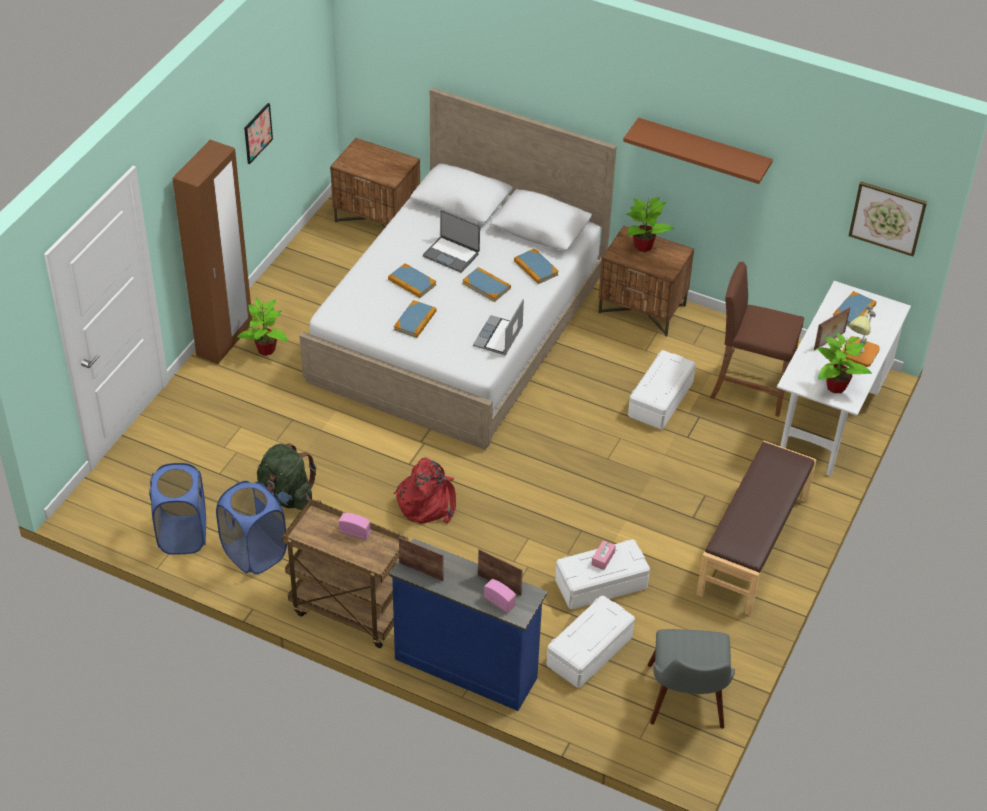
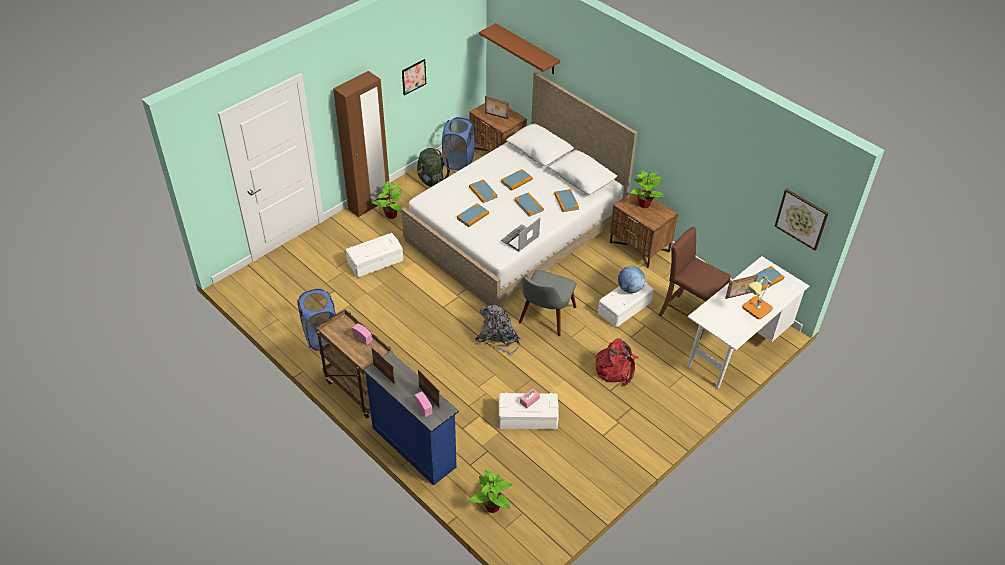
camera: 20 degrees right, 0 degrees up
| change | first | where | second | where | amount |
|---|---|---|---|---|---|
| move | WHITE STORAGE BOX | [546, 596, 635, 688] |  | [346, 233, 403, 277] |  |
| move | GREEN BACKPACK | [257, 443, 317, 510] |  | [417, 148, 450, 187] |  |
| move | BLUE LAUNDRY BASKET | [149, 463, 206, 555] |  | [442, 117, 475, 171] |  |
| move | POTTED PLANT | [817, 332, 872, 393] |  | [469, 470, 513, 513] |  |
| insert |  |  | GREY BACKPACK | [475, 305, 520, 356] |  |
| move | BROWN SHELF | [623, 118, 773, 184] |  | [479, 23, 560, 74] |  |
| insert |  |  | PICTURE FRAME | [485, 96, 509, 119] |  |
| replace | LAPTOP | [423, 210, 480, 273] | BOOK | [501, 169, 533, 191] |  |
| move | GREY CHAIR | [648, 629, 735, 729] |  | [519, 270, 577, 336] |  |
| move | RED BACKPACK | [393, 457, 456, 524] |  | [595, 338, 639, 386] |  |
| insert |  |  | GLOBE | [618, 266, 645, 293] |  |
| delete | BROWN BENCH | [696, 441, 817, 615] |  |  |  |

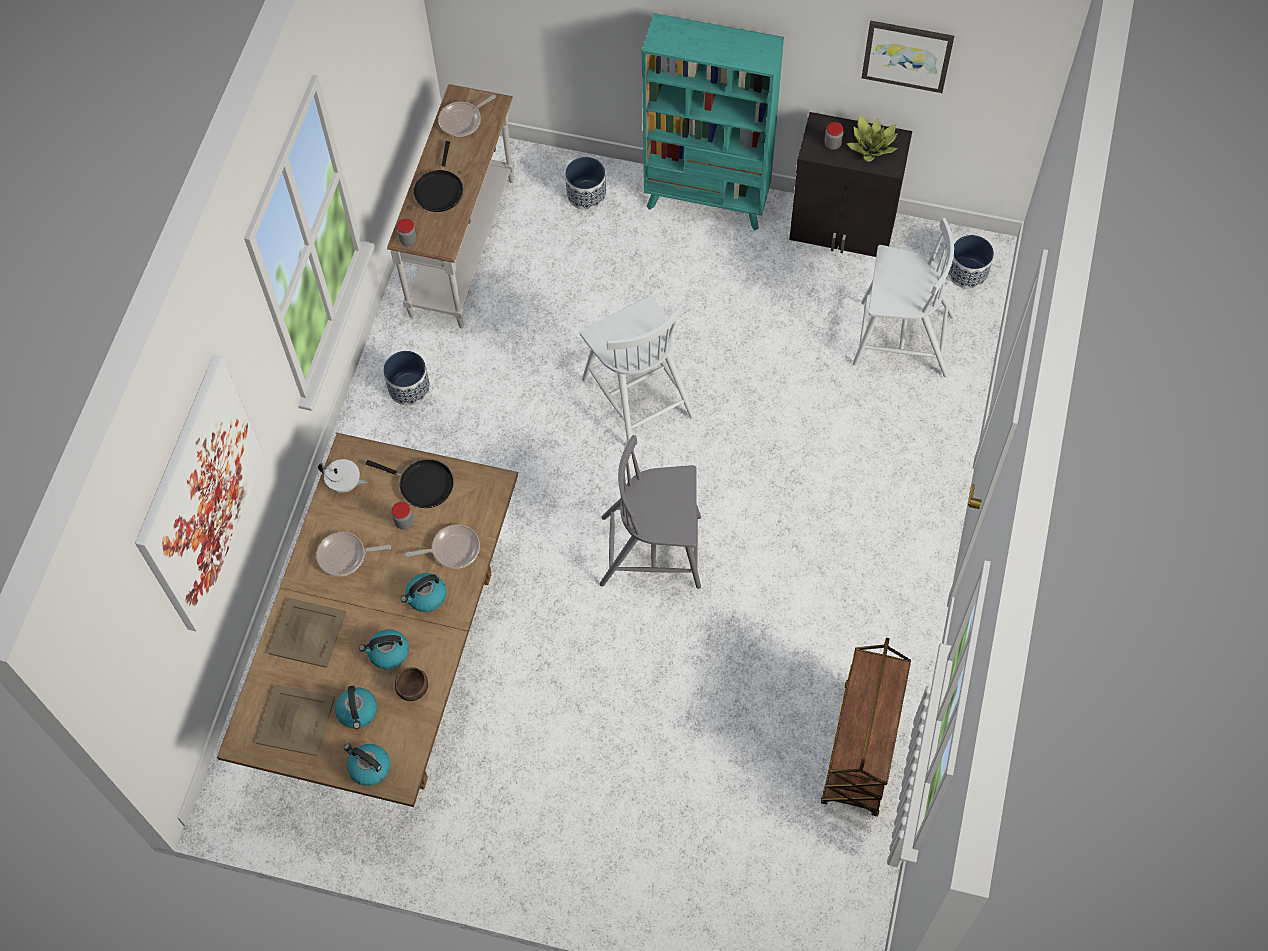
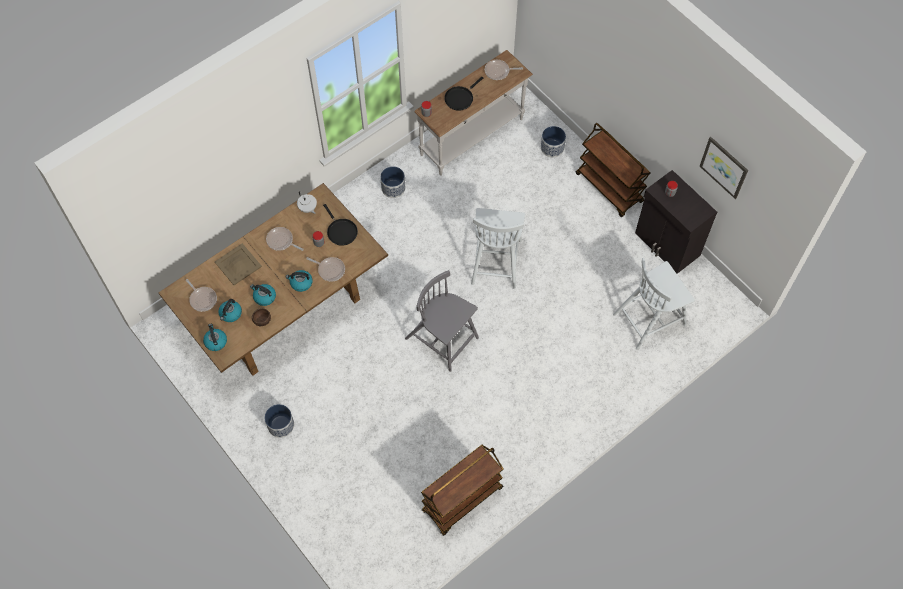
camera: 35 degrees right, 0 degrees up
| change | first | where | second | where | amount |
|---|---|---|---|---|---|
| replace | BEIGE TRAY | [256, 684, 335, 756] | FRYING PAN | [186, 279, 217, 312] |  |
| move | PLANTER | [948, 235, 994, 289] |  | [264, 404, 294, 438] |  |
| replace | TURQUOISE BOOKCASE | [642, 13, 784, 231] | BROWN CART | [576, 123, 650, 217] |  |
| rotate | WHITE CHAIR | [853, 218, 955, 377] |  | [613, 258, 695, 350] | 105 degrees clockwise |
| delete | PICTURE | [135, 355, 265, 632] |  |  |  |
| delete | POTTED PLANT | [846, 114, 898, 162] |  |  |  |

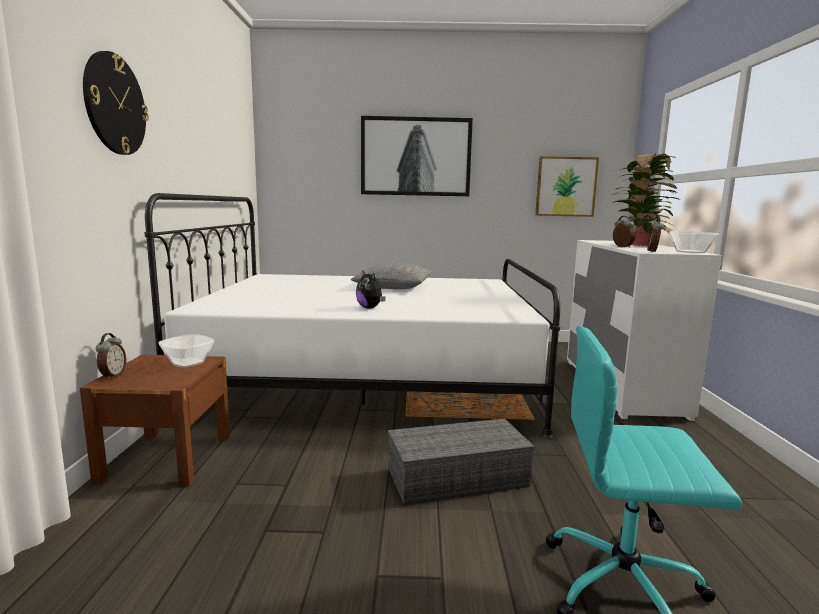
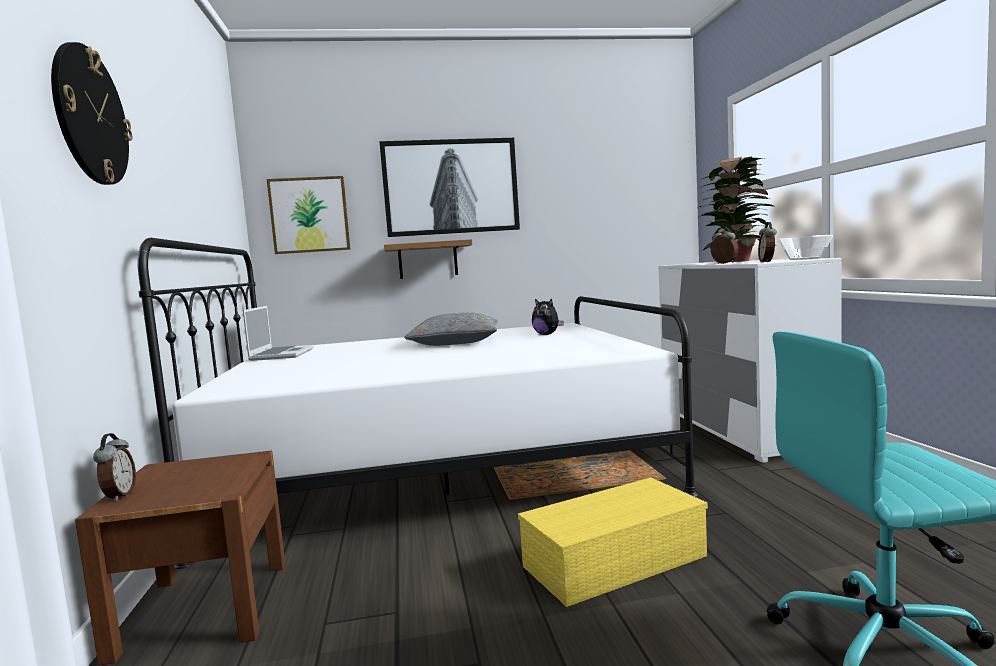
camera: 10 degrees left, 5 degrees down
| change | first | where | second | where | amount |
|---|---|---|---|---|---|
| insert |  |  | LAPTOP | [243, 306, 314, 361] |  |
| move | PICTURE | [535, 156, 599, 217] |  | [267, 176, 351, 254] |  |
| insert |  |  | SHELF | [384, 239, 472, 279] |  |
| recolor | GREY STORAGE BOX | [388, 418, 535, 505] | YELLOW STORAGE BOX | [518, 477, 708, 607] |  |
| move | PLUSH TOY | [356, 270, 386, 308] |  | [532, 298, 564, 335] |  |
| delete | BOWL | [158, 334, 214, 368] |  |  |  |

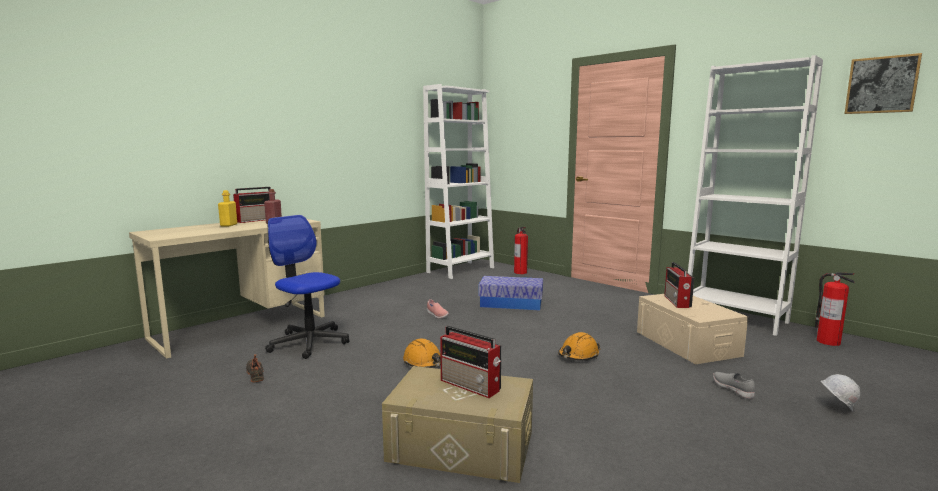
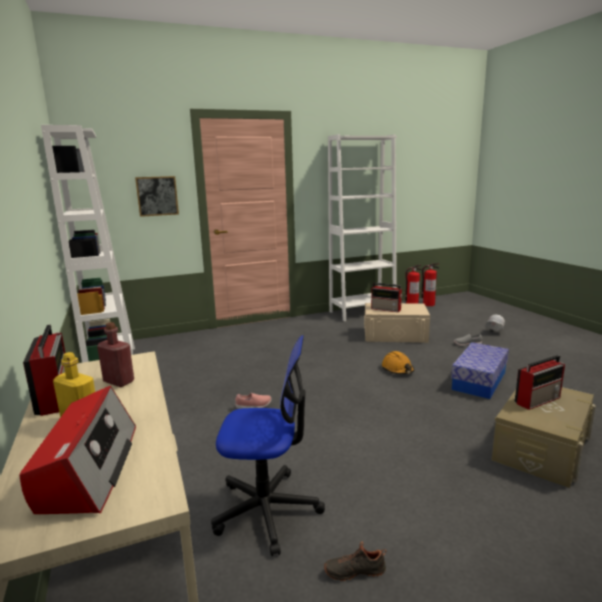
camera: 65 degrees left, 5 degrees up
| change | first | where | second | where | amount |
|---|---|---|---|---|---|
| insert |  |  | RADIO | [20, 386, 136, 514] |  |
| move | PICTURE | [844, 53, 922, 114] |  | [135, 176, 179, 217] |  |
| rotate | OFFICE CHAIR | [265, 215, 350, 359] |  | [211, 335, 325, 556] | 150 degrees counterclockwise |
| move | FIRE EXTINGUISHER | [514, 227, 528, 274] |  | [421, 263, 439, 306] |  |
| move | STORAGE BOX | [478, 276, 543, 310] |  | [451, 342, 509, 399] |  |
| delete | ORANGE HARD HAT | [403, 338, 441, 368] |  |  |  |

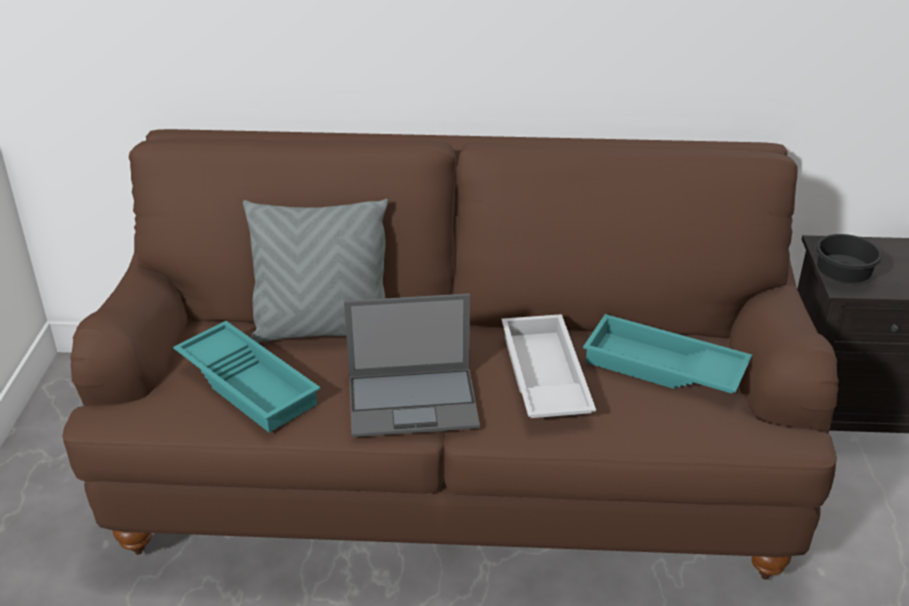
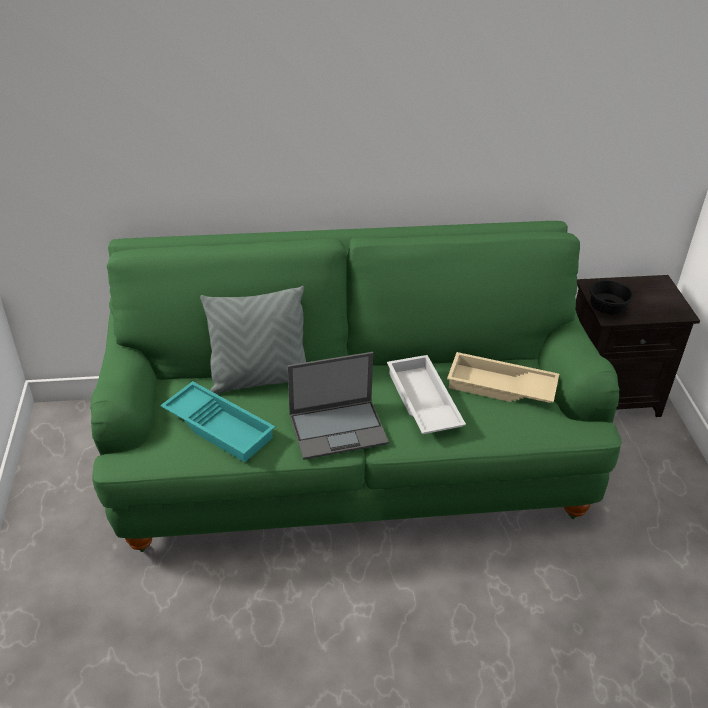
camera: 10 degrees left, 5 degrees up
| change | first | where | second | where | amount |
|---|---|---|---|---|---|
| recolor | BROWN SOFA | [62, 129, 839, 580] | GREEN SOFA | [90, 221, 622, 552] |  |
| recolor | TURQUOISE TRAY | [583, 314, 752, 393] | BEIGE TRAY | [447, 352, 559, 403] |  |

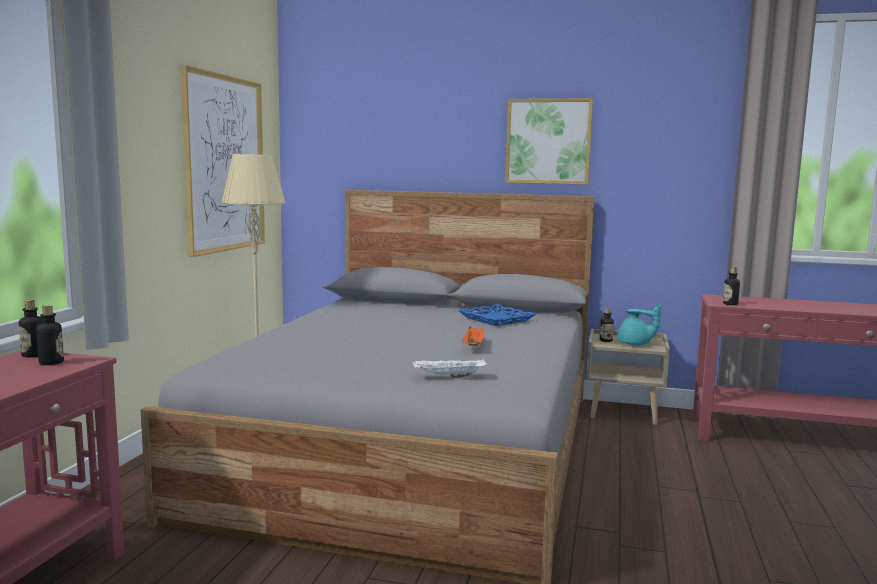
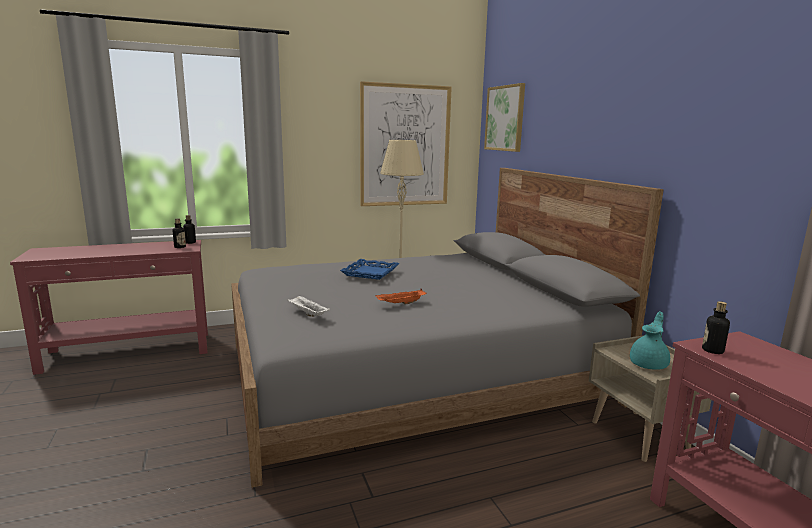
camera: 55 degrees right, 5 degrees up
| change | first | where | second | where | amount |
|---|---|---|---|---|---|
| move | BLUE TRAY | [458, 304, 536, 326] |  | [340, 259, 399, 280] |  |
| move | PICTURE | [505, 98, 593, 184] |  | [484, 83, 525, 152] |  |
| rotate | TURQUOISE TEAPOT | [618, 305, 661, 345] |  | [630, 311, 670, 370] | 135 degrees counterclockwise |
| delete | BOTTLE | [600, 308, 614, 342] |  |  |  |

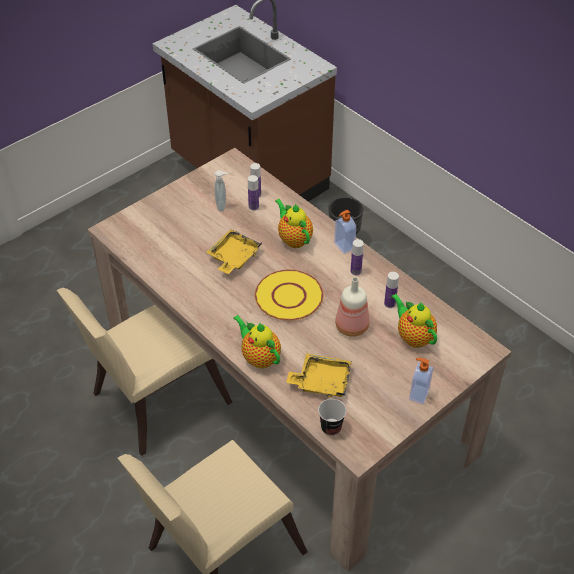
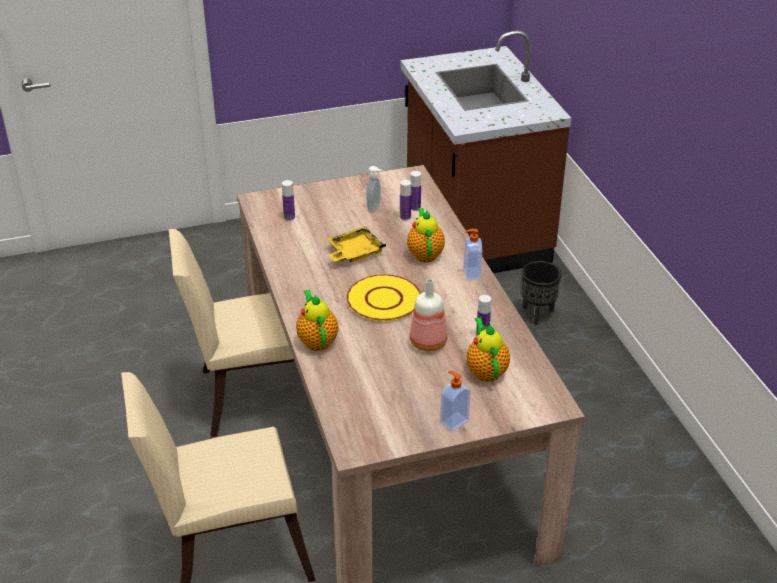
camera: 25 degrees right, 10 degrees down
| change | first | where | second | where | amount |
|---|---|---|---|---|---|
| move | BOTTLE | [351, 239, 364, 275] |  | [282, 180, 295, 221] |  |
| delete | YELLOW TRAY | [286, 353, 352, 397] |  |  |  |
| delete | CUP | [318, 399, 346, 436] |  |  |  |

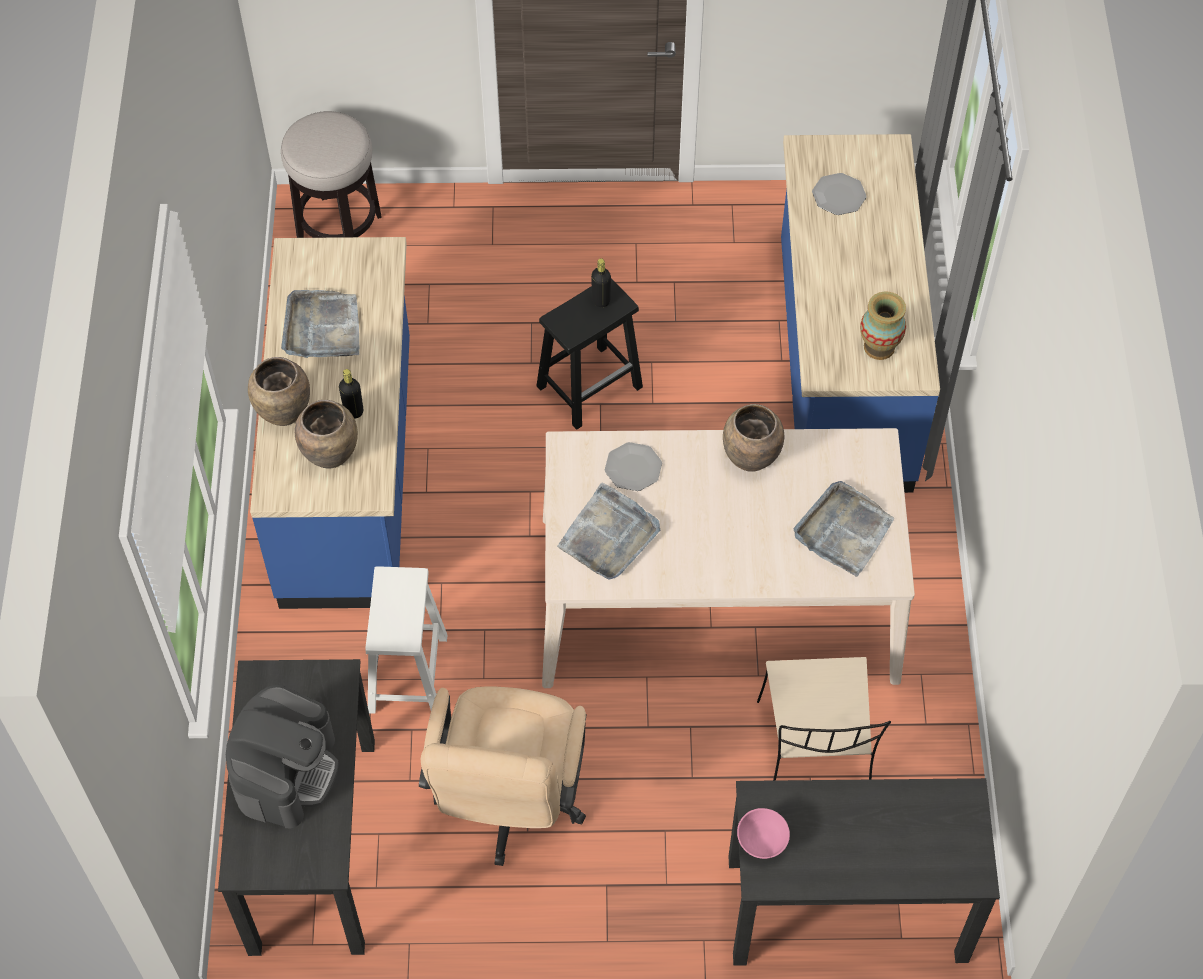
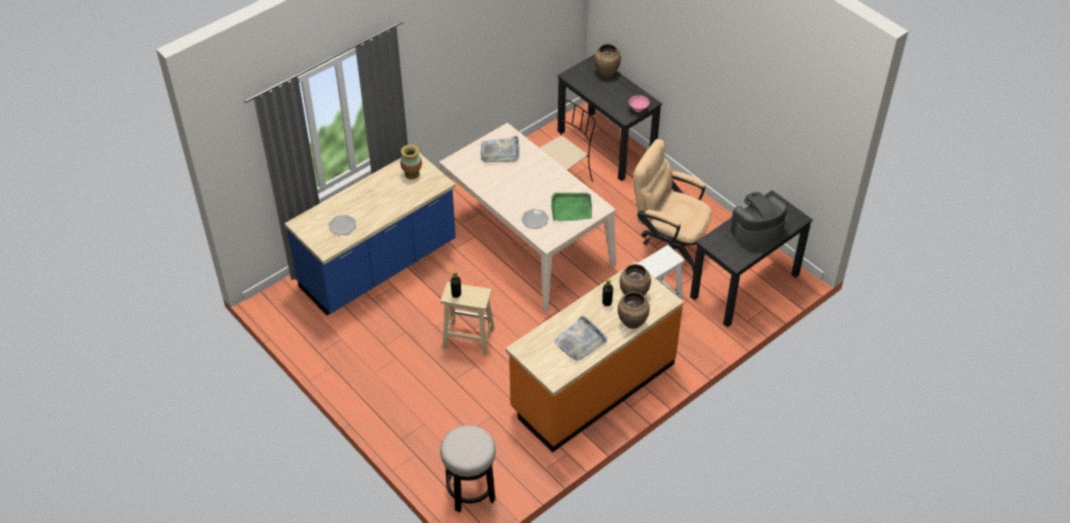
camera: 130 degrees left, 10 degrees down
| change | first | where | second | where | amount |
|---|---|---|---|---|---|
| recolor | BLACK STOOL | [536, 278, 643, 430] | BEIGE STOOL | [441, 282, 495, 355] |  |
| recolor | BLUE COUNTER | [250, 237, 410, 609] | ORANGE COUNTER | [505, 262, 684, 453] |  |
| recolor | GREY TRAY | [557, 483, 660, 580] | GREEN TRAY | [551, 193, 592, 221] |  |
| move | BROWN VASE | [723, 404, 784, 472] |  | [594, 44, 621, 77] |  |
| rotate | BEIGE OFFICE CHAIR | [419, 686, 587, 866] |  | [633, 139, 712, 271] | 120 degrees counterclockwise |

